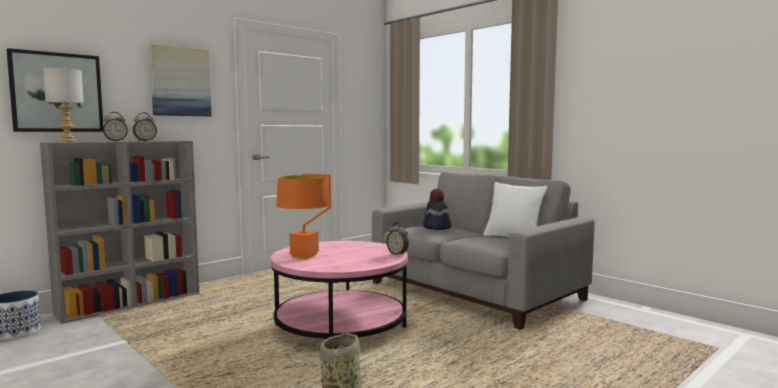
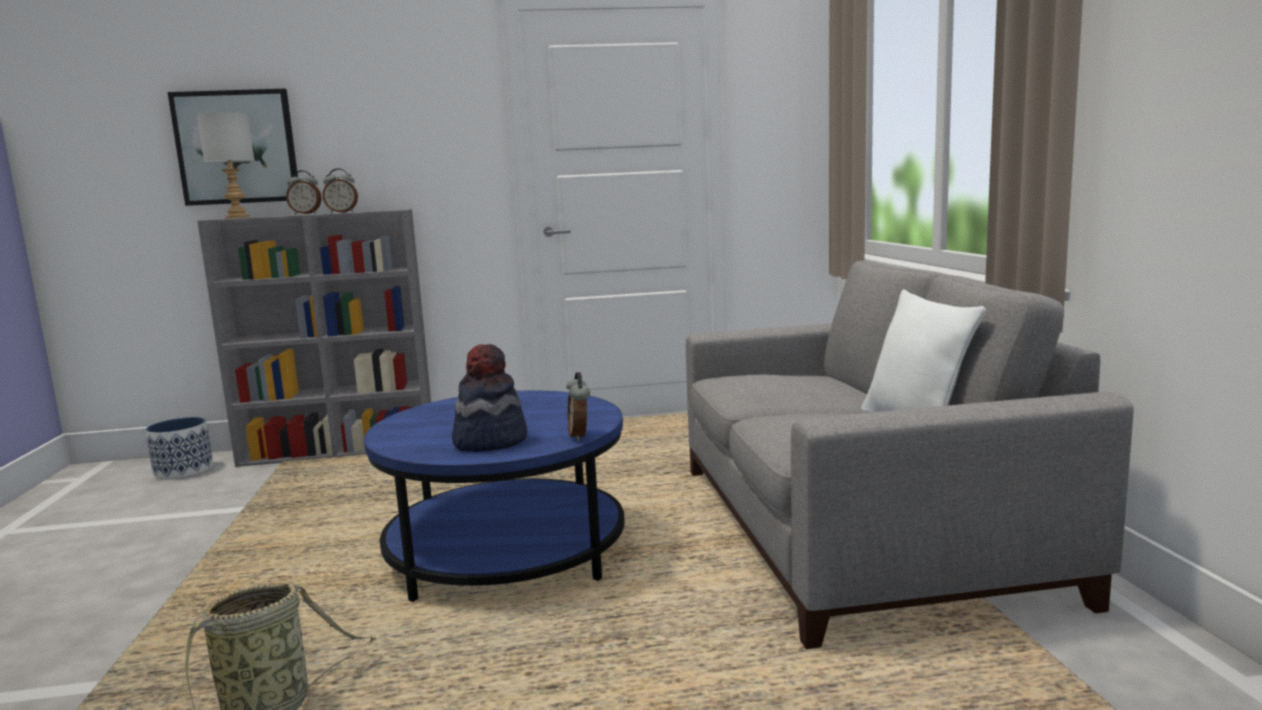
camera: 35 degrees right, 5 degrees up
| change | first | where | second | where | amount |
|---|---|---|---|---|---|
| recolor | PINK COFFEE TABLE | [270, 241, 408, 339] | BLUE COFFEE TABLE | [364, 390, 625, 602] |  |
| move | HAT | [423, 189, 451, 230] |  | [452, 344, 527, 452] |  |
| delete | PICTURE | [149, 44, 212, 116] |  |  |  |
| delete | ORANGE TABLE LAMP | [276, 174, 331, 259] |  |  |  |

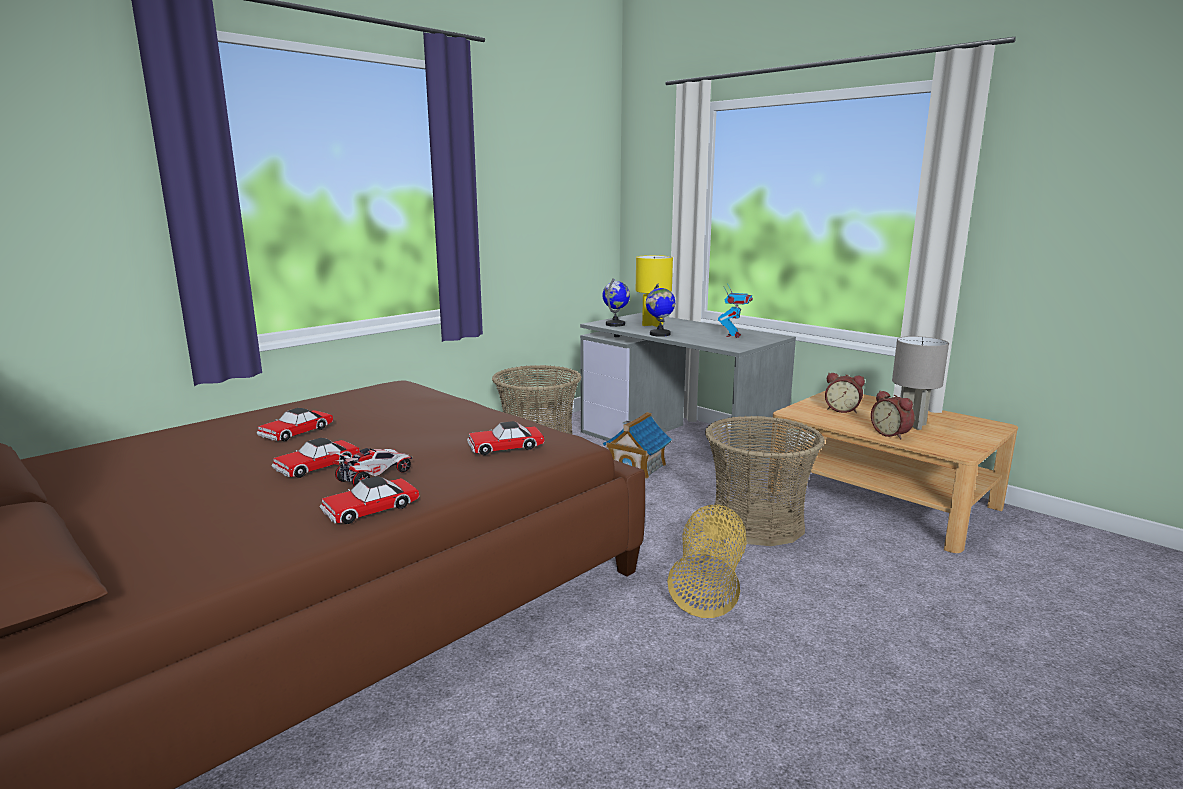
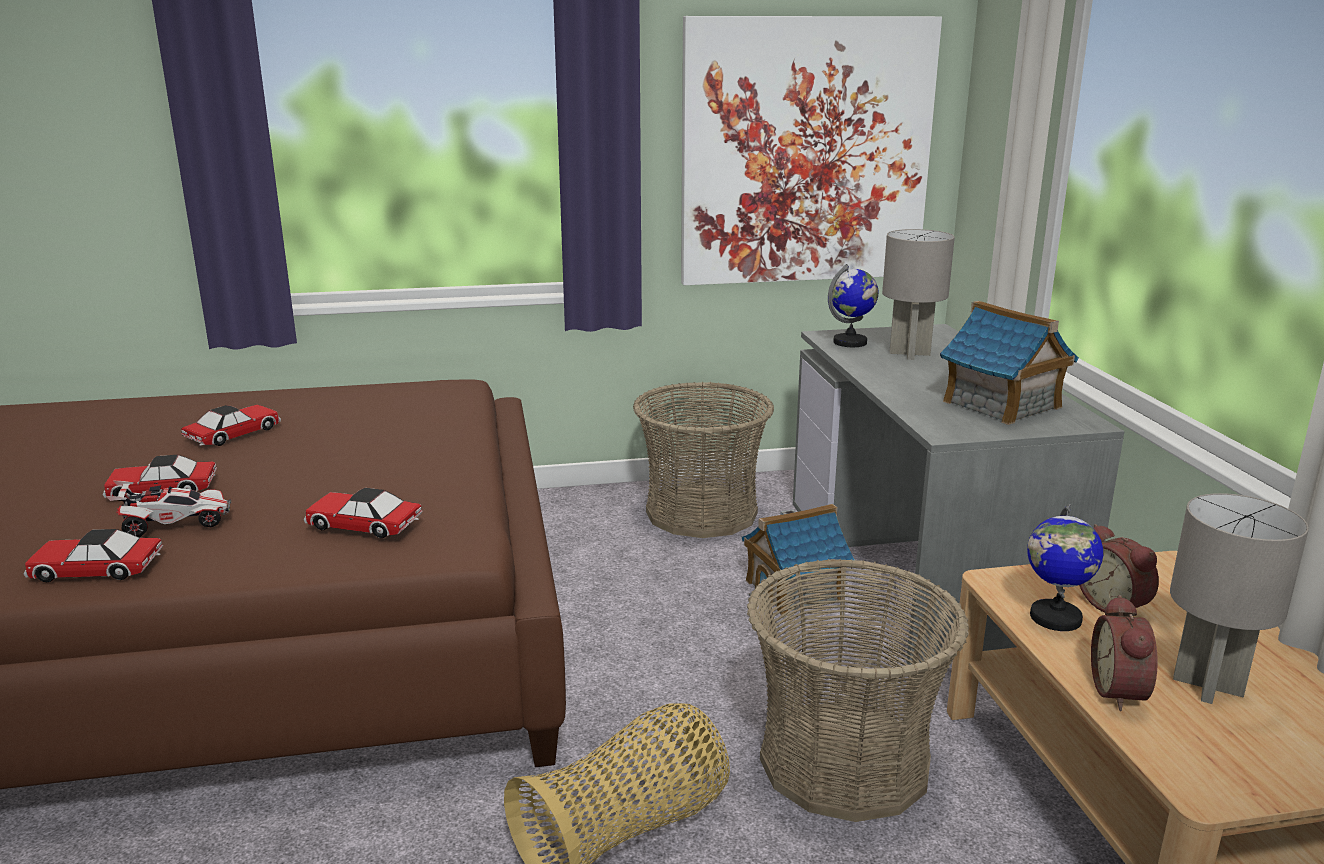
camera: 35 degrees right, 5 degrees up
| change | first | where | second | where | amount |
|---|---|---|---|---|---|
| rotate | TOY CAR | [257, 408, 334, 441] |  | [182, 405, 281, 446] | 150 degrees clockwise |
| insert |  |  | PICTURE | [681, 16, 942, 285] |  |
| recolor | YELLOW TABLE LAMP | [636, 255, 673, 327] | GREY TABLE LAMP | [882, 229, 955, 360] |  |
| replace | TOY ROBOT | [718, 285, 753, 338] | TOY HOUSE | [940, 301, 1079, 425] |  |
| move | GLOBE | [646, 283, 675, 337] |  | [1027, 504, 1103, 631] |  |

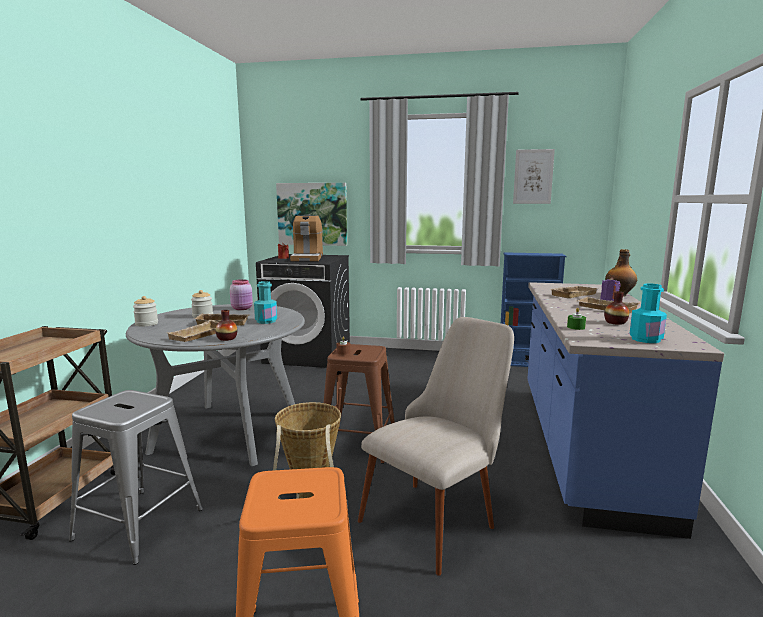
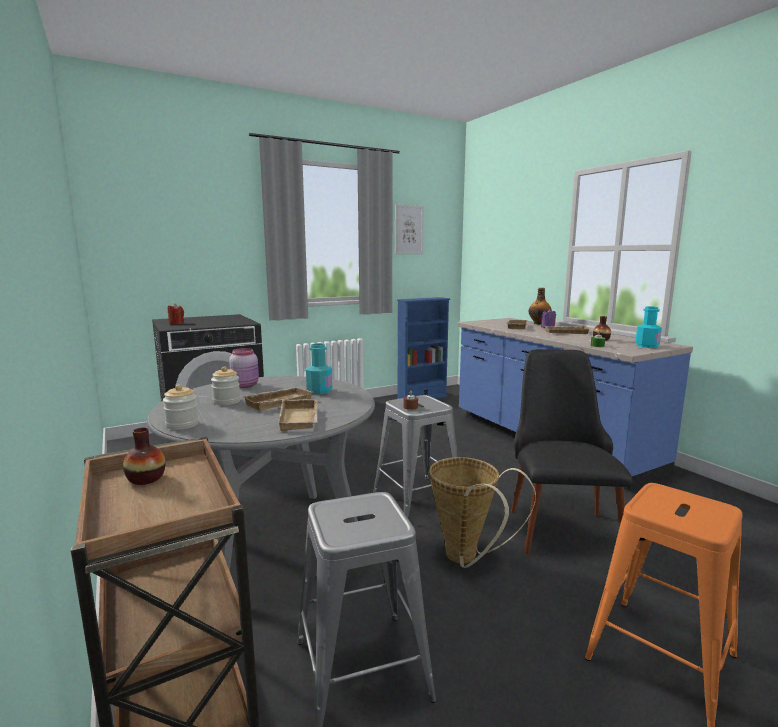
camera: 40 degrees left, 0 degrees up
| change | first | where | second | where | amount |
|---|---|---|---|---|---|
| move | VASE | [215, 310, 237, 341] |  | [123, 428, 165, 485] |  |
| recolor | BROWN STOOL | [324, 344, 395, 464] | GREY STOOL | [373, 395, 458, 518] |  |
| recolor | BEIGE CHAIR | [358, 317, 514, 576] | BLACK CHAIR | [511, 349, 633, 555] |  |
| delete | PICTURE | [276, 183, 347, 246] |  |  |  |
| delete | COFFEE MACHINE | [290, 214, 323, 261] |  |  |  |

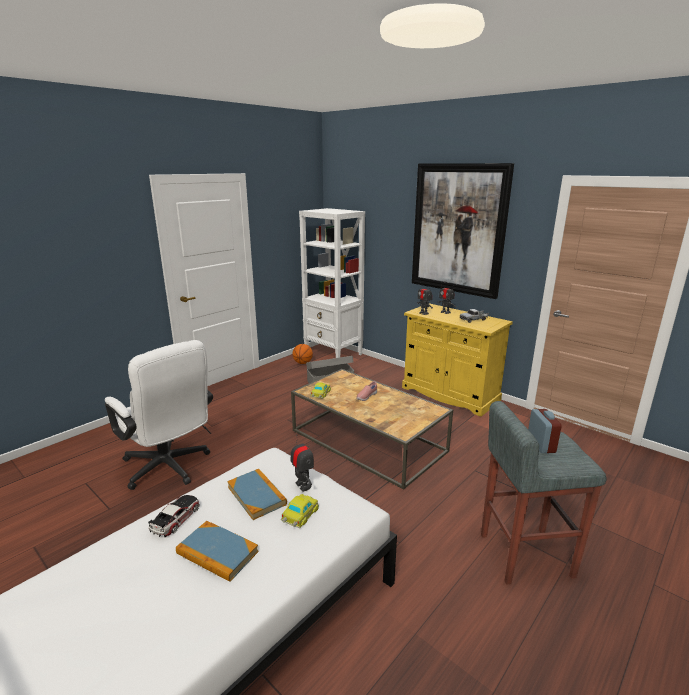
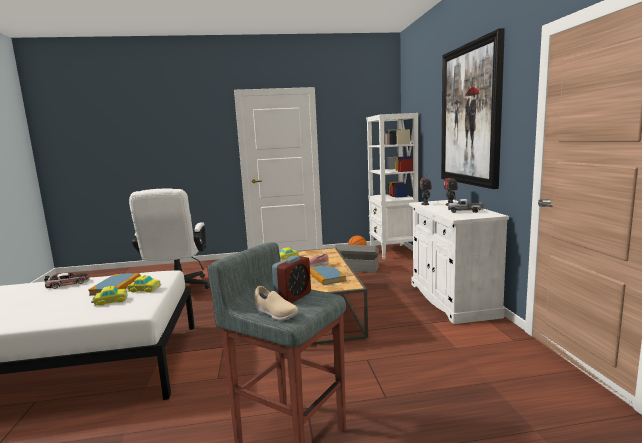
camera: 40 degrees right, 10 degrees down
| change | first | where | second | where | amount |
|---|---|---|---|---|---|
| replace | TOY ROBOT | [291, 435, 314, 492] | TOY CAR | [127, 275, 161, 293] |  |
| insert |  |  | BEIGE SHOE | [255, 286, 298, 321] |  |
| move | BOOK | [176, 521, 259, 582] |  | [310, 265, 346, 285] |  |
| recolor | YELLOW CABINET | [402, 303, 513, 417] | WHITE CABINET | [409, 200, 509, 324] |  |

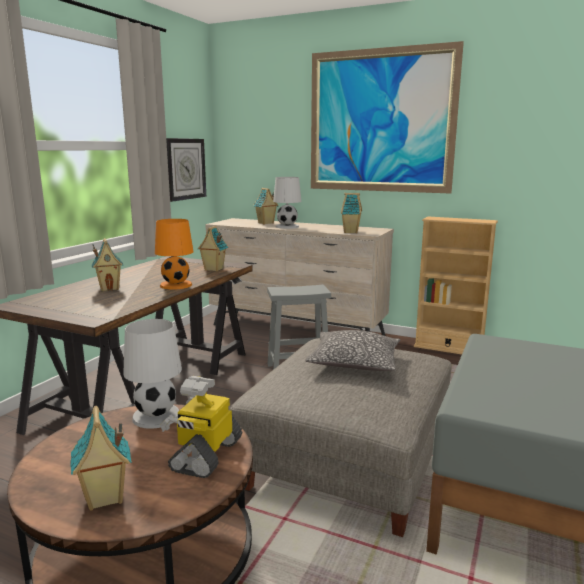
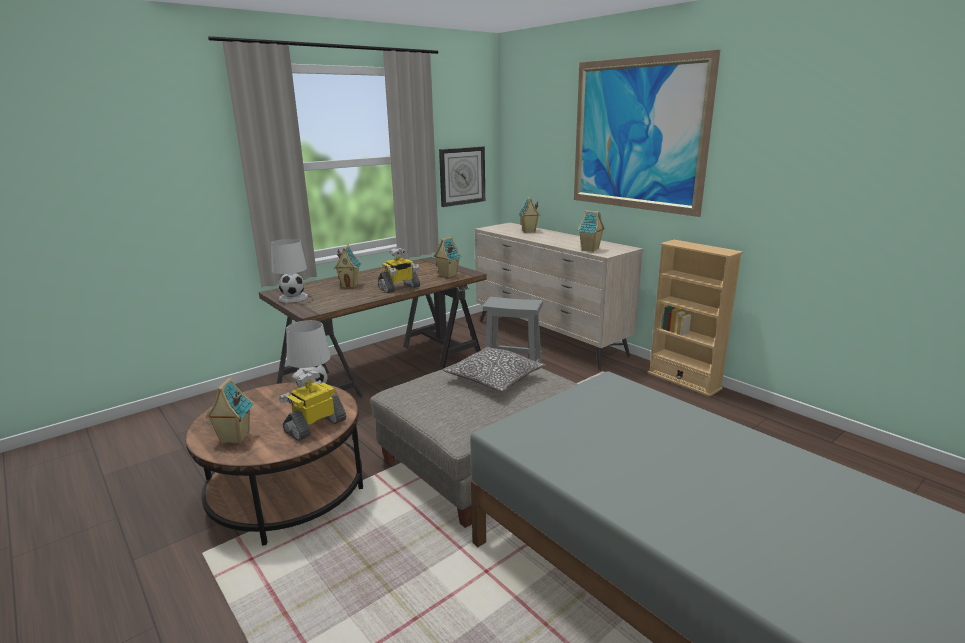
camera: 25 degrees right, 5 degrees up
| change | first | where | second | where | amount |
|---|---|---|---|---|---|
| move | WHITE TABLE LAMP | [273, 177, 302, 229] |  | [271, 239, 308, 303] |  |
| replace | ORANGE TABLE LAMP | [155, 219, 194, 290] | TOY ROBOT | [378, 247, 420, 293] |  |

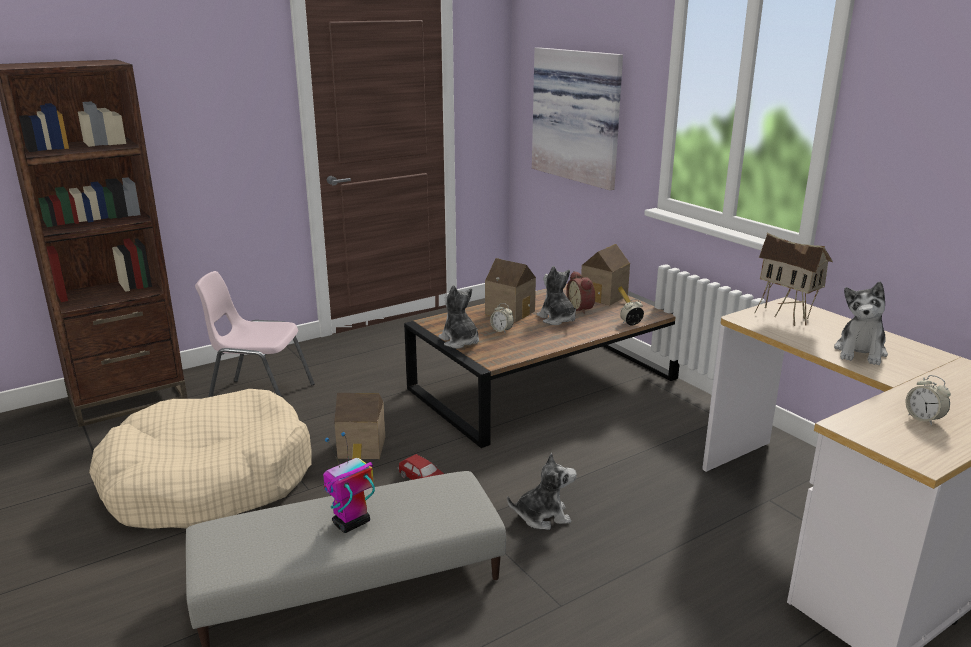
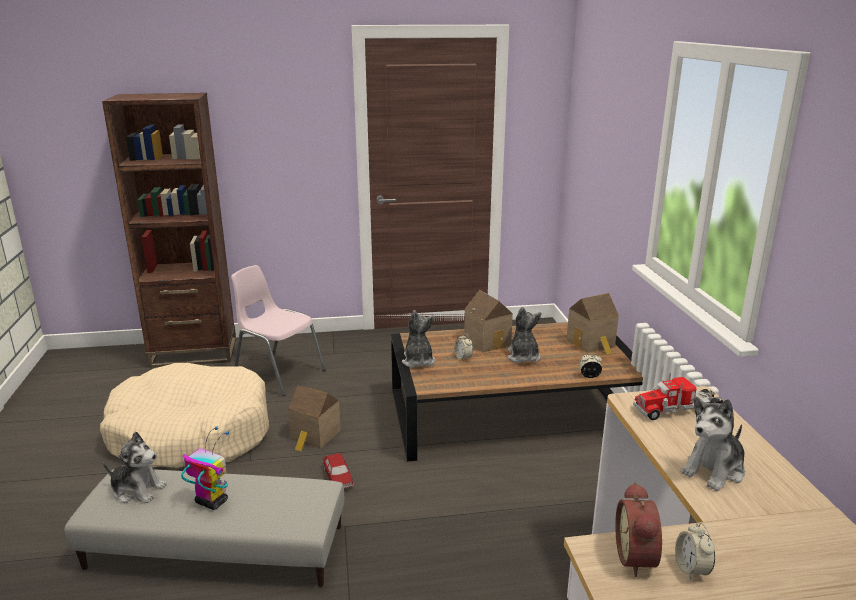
camera: 25 degrees right, 0 degrees up
| change | first | where | second | where | amount |
|---|---|---|---|---|---|
| move | PLUSH TOY | [507, 453, 577, 530] |  | [103, 431, 167, 504] |  |
| rotate | TOY ROBOT | [323, 432, 375, 533] |  | [181, 427, 229, 510] | 45 degrees clockwise |
| move | ALARM CLOCK | [566, 271, 595, 314] |  | [615, 482, 662, 577] |  |
| replace | TOY HOUSE | [754, 233, 833, 326] | TOY TRUCK | [633, 373, 724, 420] |  |
| delete | PICTURE | [532, 47, 623, 190] |  |  |  |

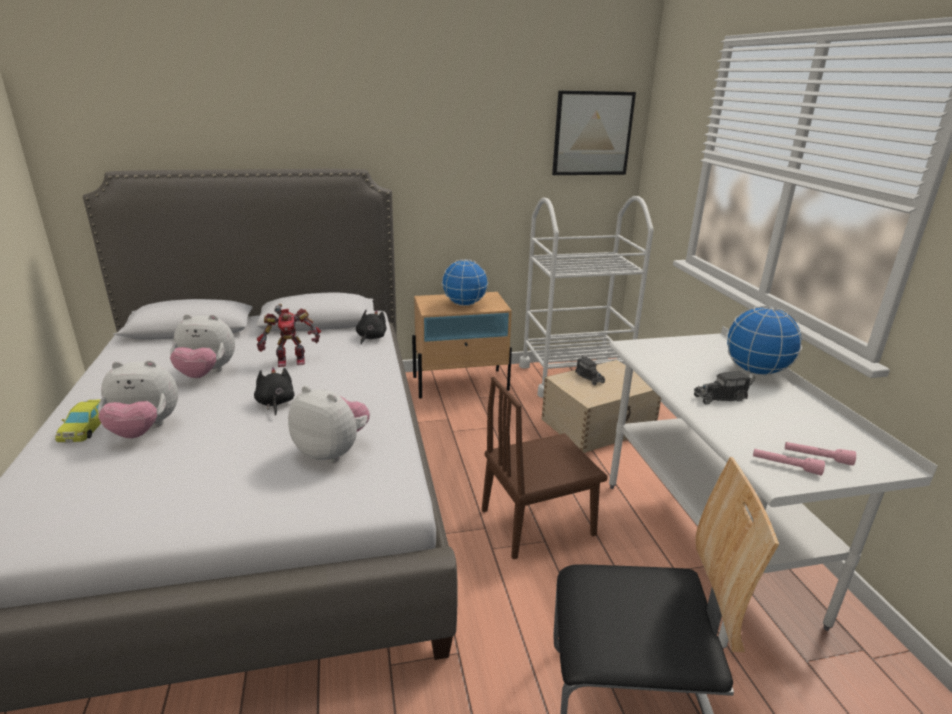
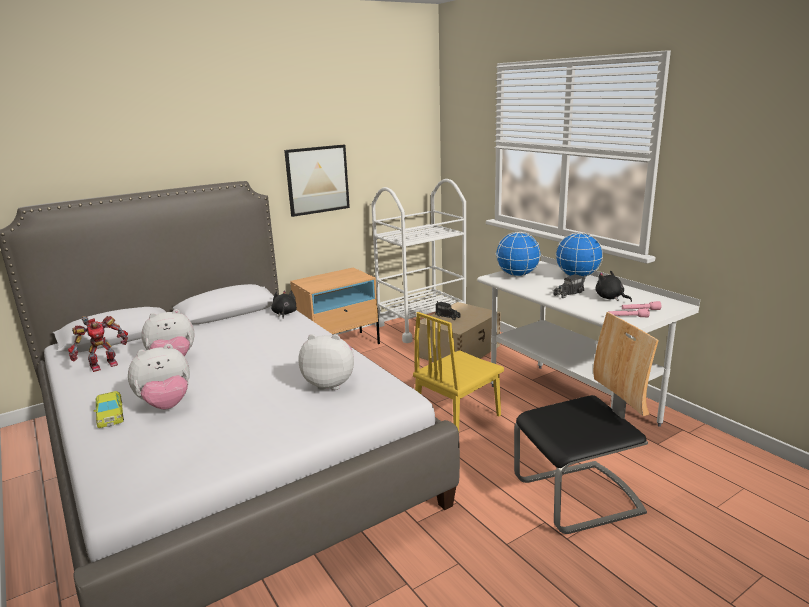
camera: 20 degrees left, 5 degrees down
| change | first | where | second | where | amount |
|---|---|---|---|---|---|
| move | TOY ROBOT | [257, 304, 321, 367] |  | [68, 316, 128, 372] |  |
| move | PICTURE | [552, 90, 636, 175] |  | [284, 145, 350, 217] |  |
| recolor | BROWN CHAIR | [482, 377, 608, 559] | YELLOW CHAIR | [413, 312, 504, 431] |  |
| move | GLOBE | [442, 259, 488, 306] |  | [496, 232, 541, 277] |  |
| move | BLACK PLUSH TOY | [254, 367, 295, 416] |  | [595, 271, 632, 302] |  |

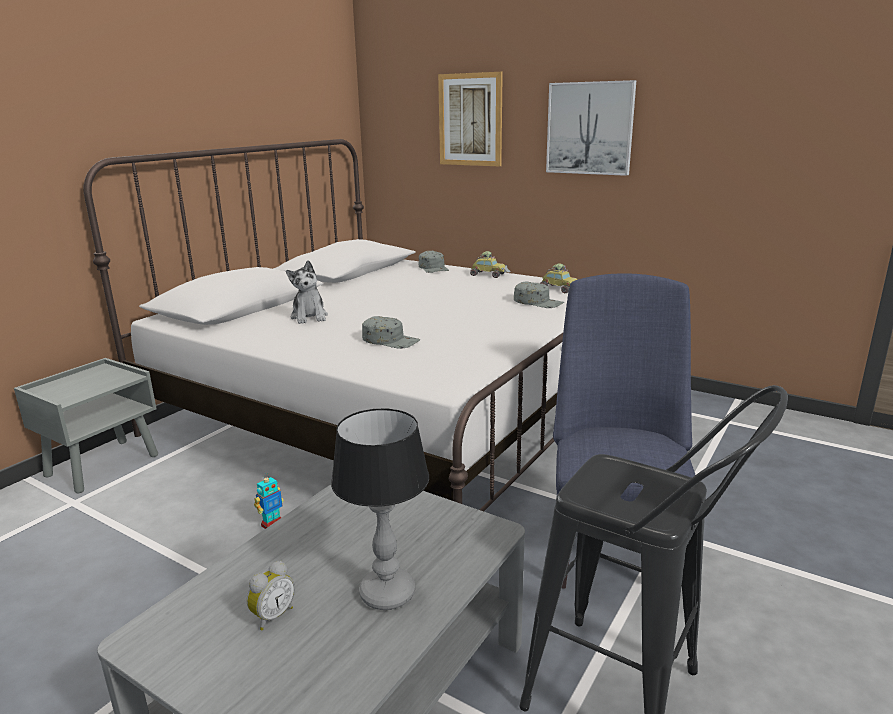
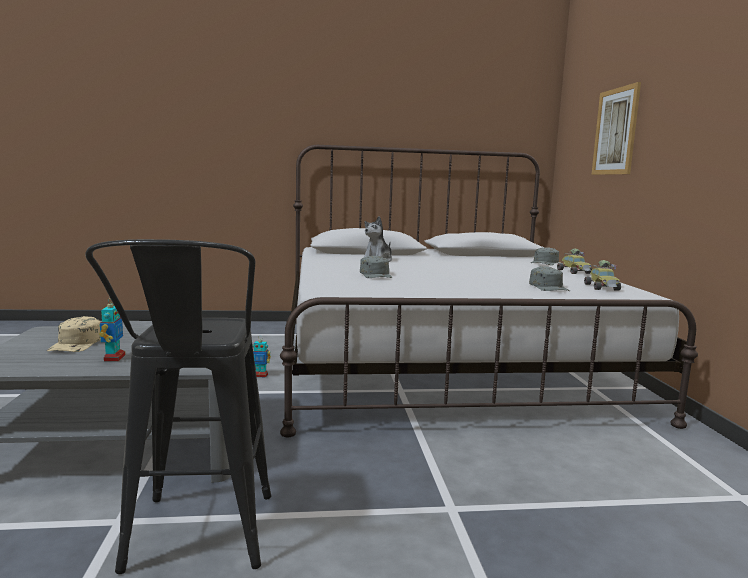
camera: 50 degrees right, 10 degrees down
| change | first | where | second | where | amount |
|---|---|---|---|---|---|
| replace | ALARM CLOCK | [247, 561, 295, 630] | BEIGE CAP | [47, 316, 101, 352] |  |
| replace | TABLE LAMP | [331, 409, 429, 610] | TOY ROBOT | [99, 303, 125, 362] |  |
| delete | GREY NIGHTSTAND | [14, 358, 158, 493] |  |  |  |
| delete | PICTURE | [546, 80, 636, 176] |  |  |  |
| delete | BLUE CHAIR | [553, 273, 695, 589] |  |  |  |

